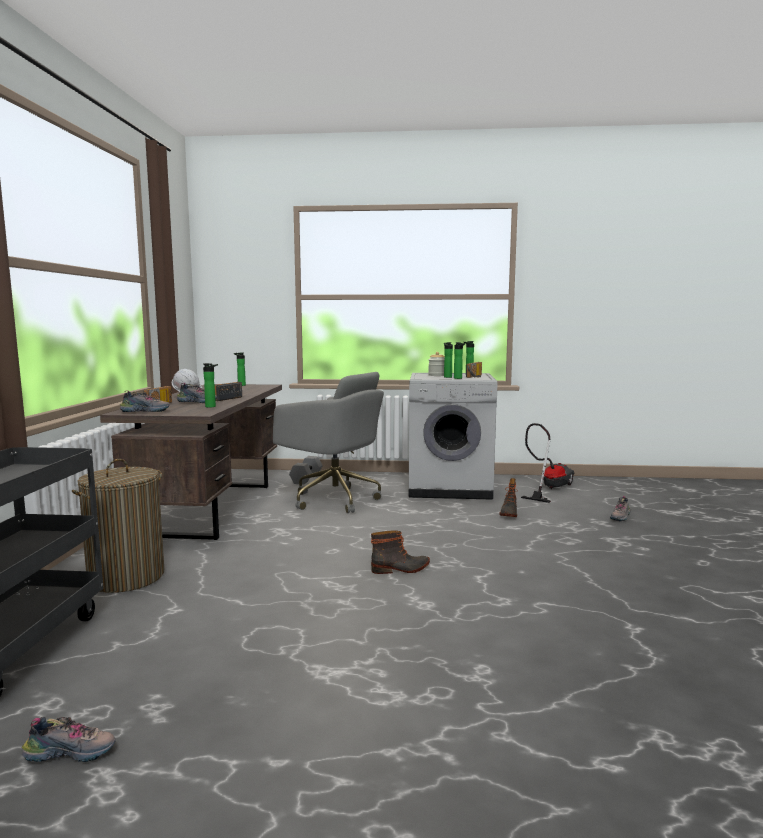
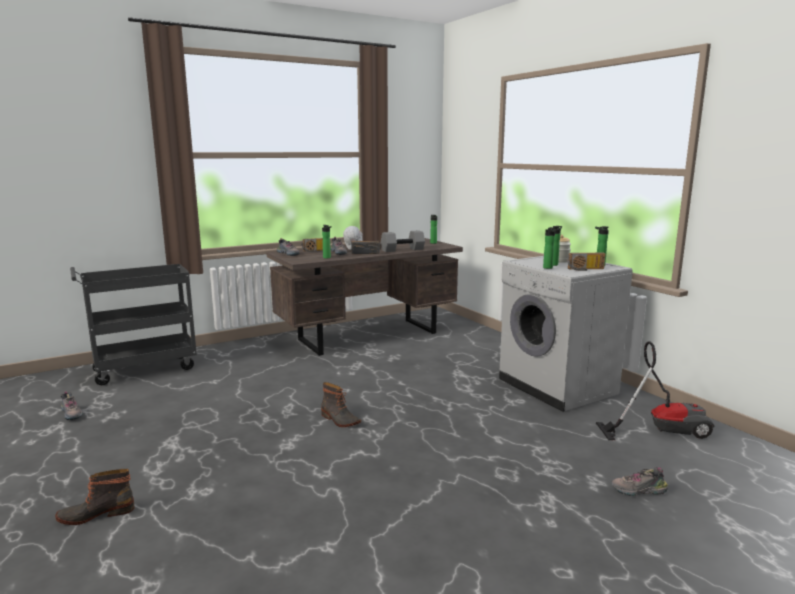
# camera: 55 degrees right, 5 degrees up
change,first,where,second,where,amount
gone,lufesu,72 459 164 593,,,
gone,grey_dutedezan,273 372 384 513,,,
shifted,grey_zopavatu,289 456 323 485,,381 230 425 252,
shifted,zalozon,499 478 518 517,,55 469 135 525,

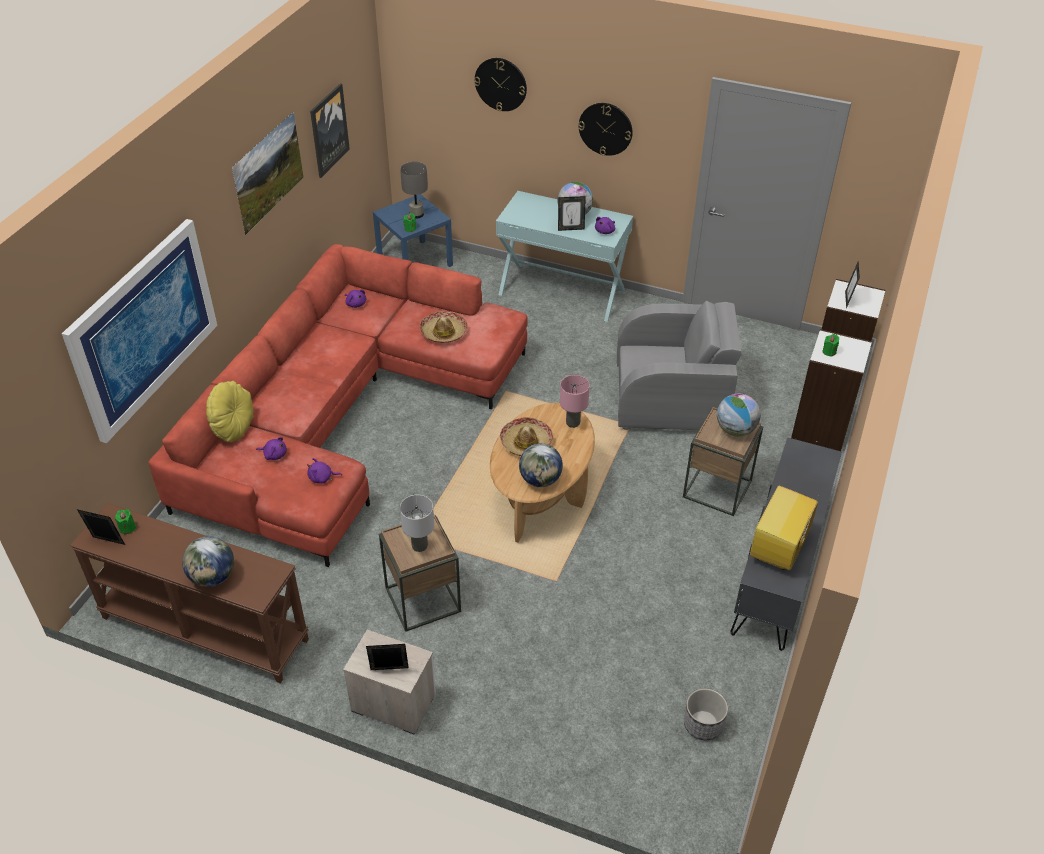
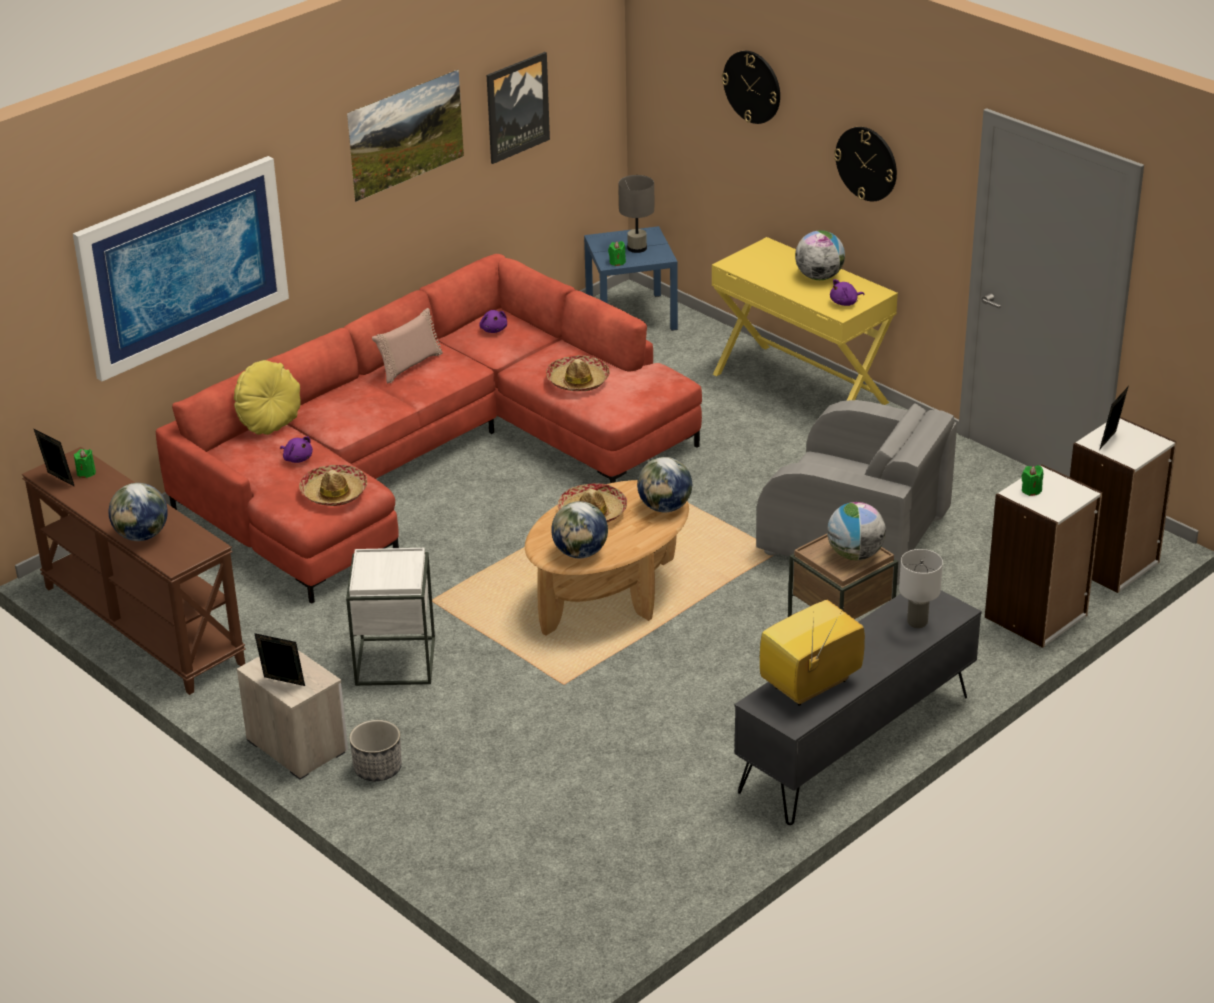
# camera: 25 degrees right, 10 degrees down
change,first,where,second,where,amount
gone,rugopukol,558 196 586 231,,,
new,,,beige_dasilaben,372 308 443 384,
shifted,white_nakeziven,400 495 434 552,,899 549 943 628,
shifted,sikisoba,684 688 728 740,,349 720 402 781,
swapped,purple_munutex,307 458 342 484,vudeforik,299 465 367 506,
swapped,pink_nakeziven,560 375 590 428,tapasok,637 457 692 512,
repainted,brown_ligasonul,379 515 461 632,white_ligasonul,346 548 435 686,
repainted,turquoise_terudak,496 191 633 322,yellow_terudak,712 237 898 405,

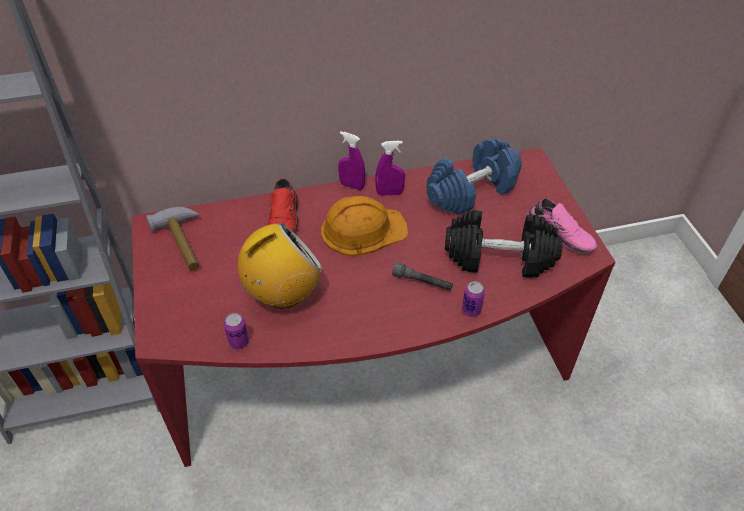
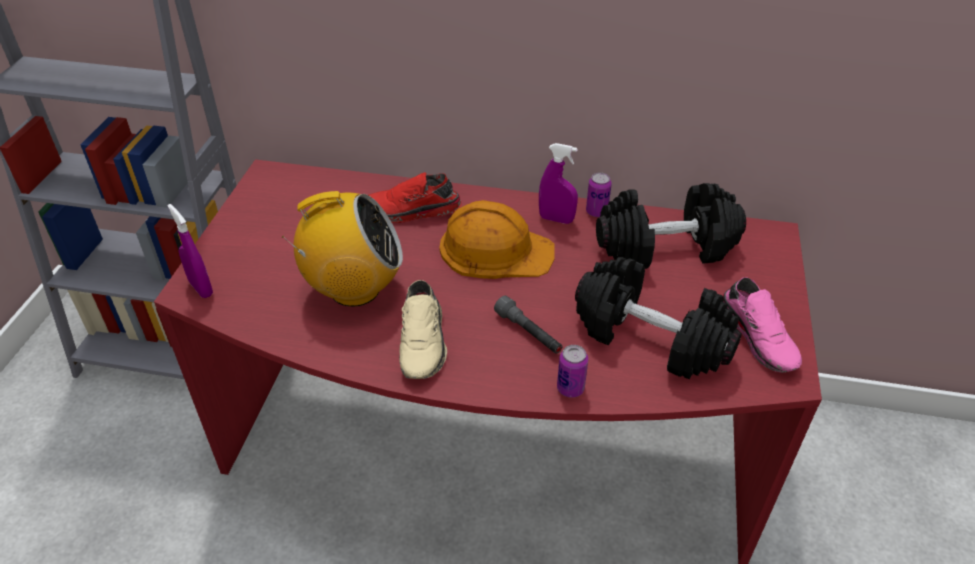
# camera: 25 degrees right, 5 degrees down
change,first,where,second,where,amount
gone,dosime,146 207 199 271,,,
new,,,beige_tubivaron,399 280 447 379,
shifted,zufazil,224 313 249 349,,586 172 612 217,
shifted,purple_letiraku,338 132 365 190,,168 204 213 298,
repainted,blue_zopavatu,426 139 522 215,black_zopavatu,596 183 746 269,
rotated,red_tubivaron,268 179 300 234,,369 172 462 223,60 degrees clockwise

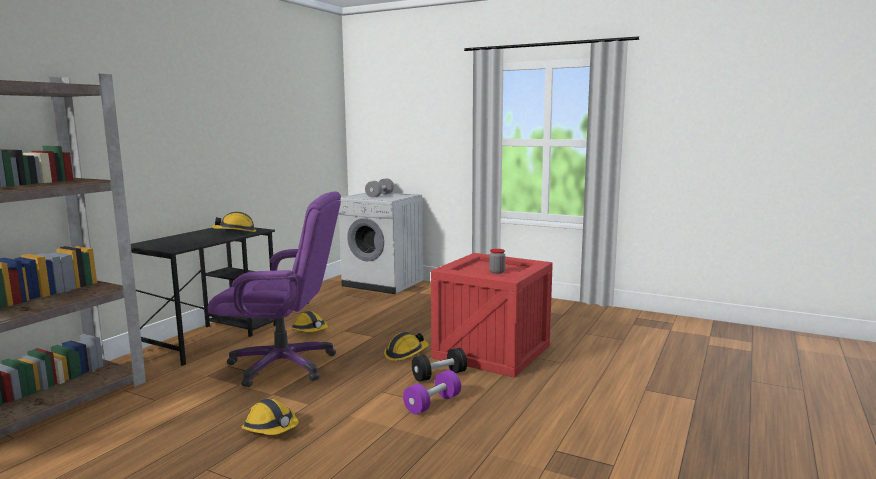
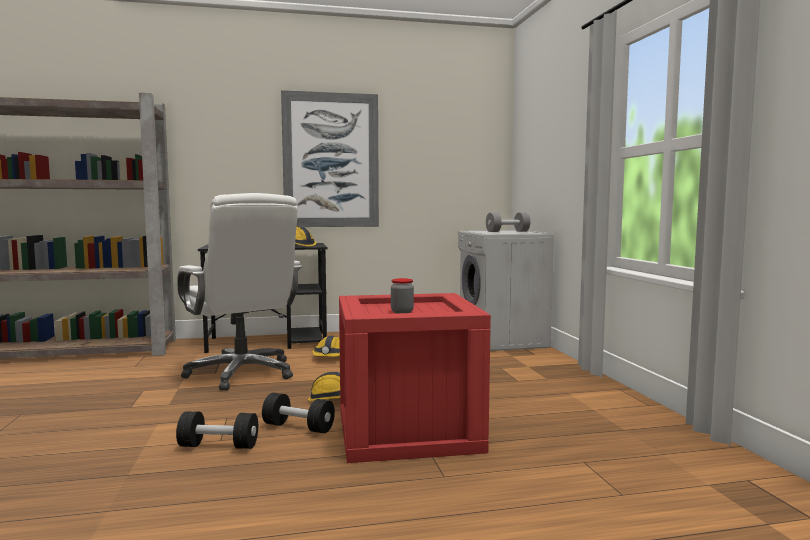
# camera: 50 degrees right, 5 degrees down
change,first,where,second,where,amount
gone,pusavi,242 399 298 435,,,
new,,,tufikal,281 90 379 227,
repainted,purple_dutedezan,207 191 341 387,white_dutedezan,177 193 303 391,
repainted,purple_zopavatu,403 370 461 415,black_zopavatu,176 411 258 449,

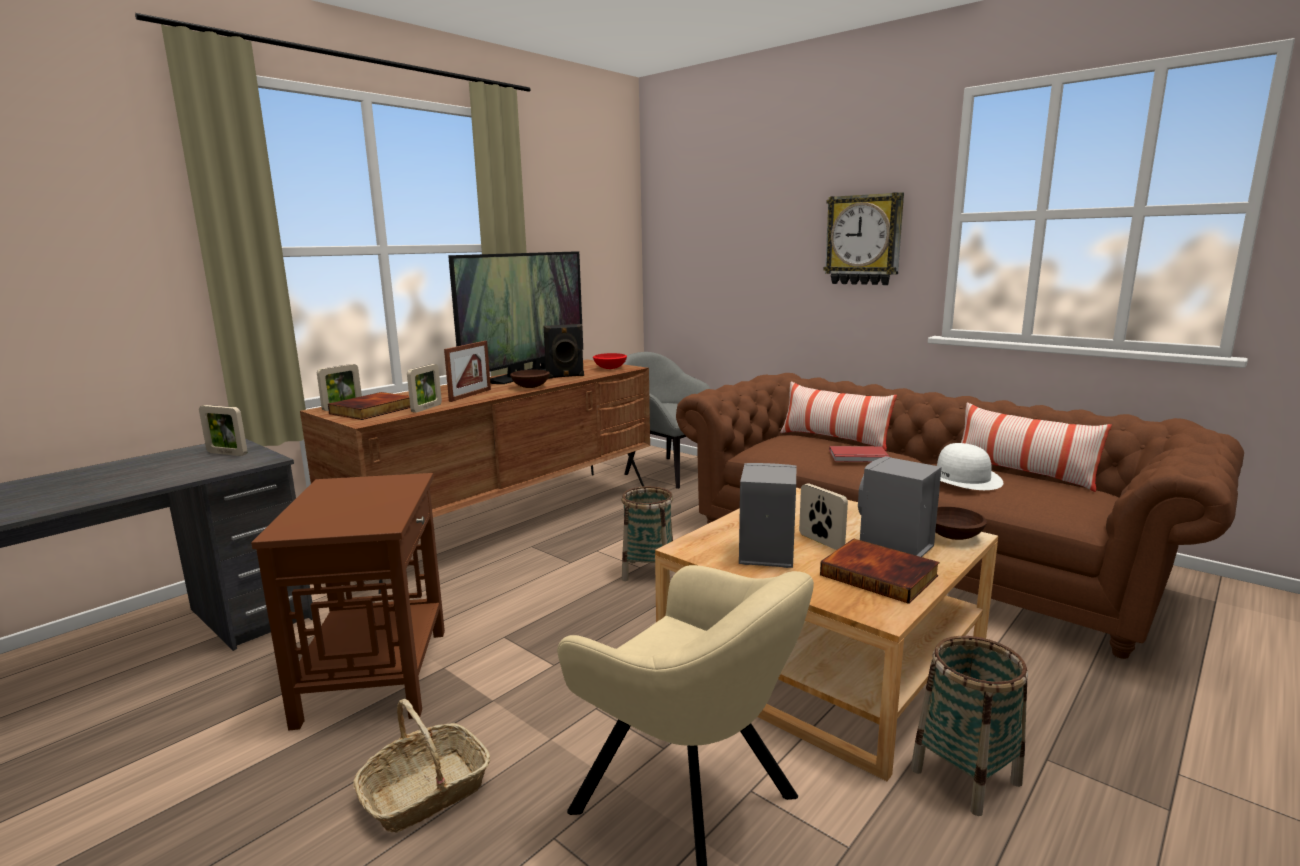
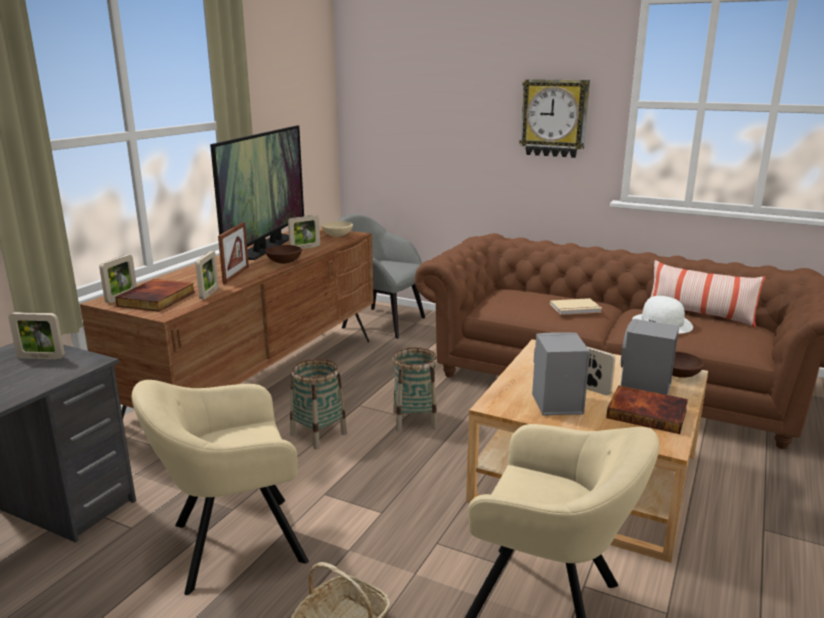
# camera: 15 degrees left, 5 degrees up
change,first,where,second,where,amount
gone,dasilaben,780 381 897 451,,,
shifted,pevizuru,911 636 1028 816,,290 359 347 449,
swapped,brown_ligasonul,251 473 445 730,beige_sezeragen,132 380 309 595,
swapped,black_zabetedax,543 324 584 379,rugopukol,288 215 320 249,
repainted,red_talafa,593 353 627 369,beige_talafa,321 221 353 237,
repainted,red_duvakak,829 446 890 462,beige_duvakak,550 298 602 315,

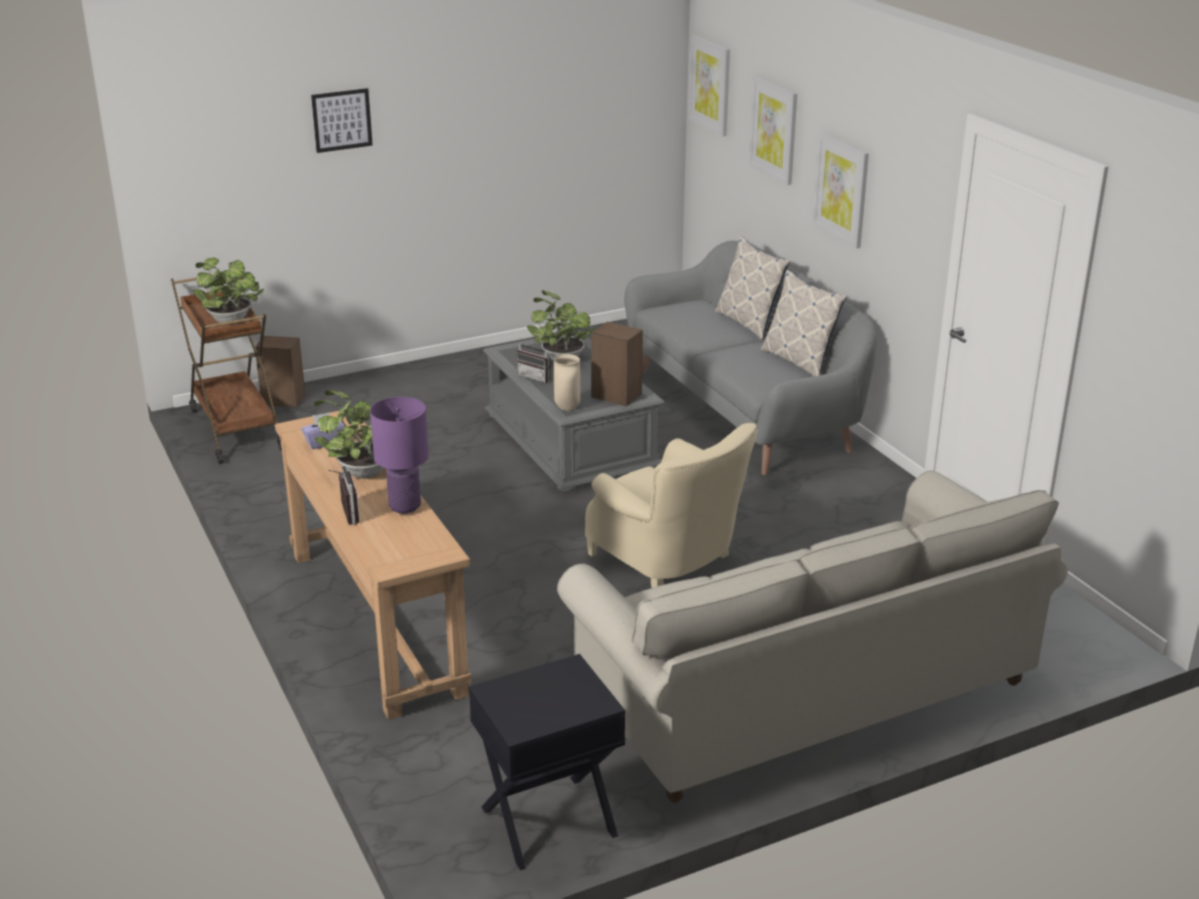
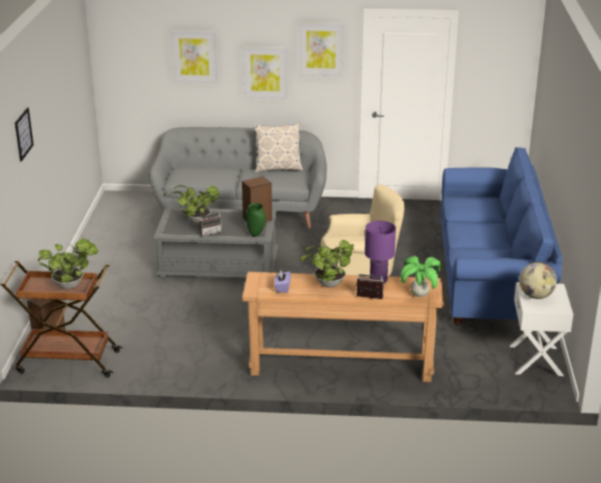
# camera: 60 degrees left, 0 degrees up
change,first,where,second,where,amount
gone,dasilaben,715 236 790 340,,,
new,,,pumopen,400 256 441 297,
new,,,tapasok,519 262 557 299,
shifted,tufikal,688 35 730 136,,299 22 343 76,
repainted,black_ligasonul,469 654 625 871,white_ligasonul,510 282 573 376,
repainted,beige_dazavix,554 354 580 411,green_dazavix,245 203 266 236,
repainted,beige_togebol,557 470 1068 803,blue_togebol,440 147 562 325,

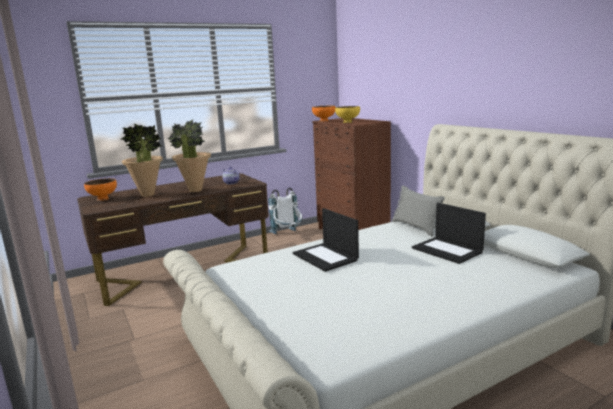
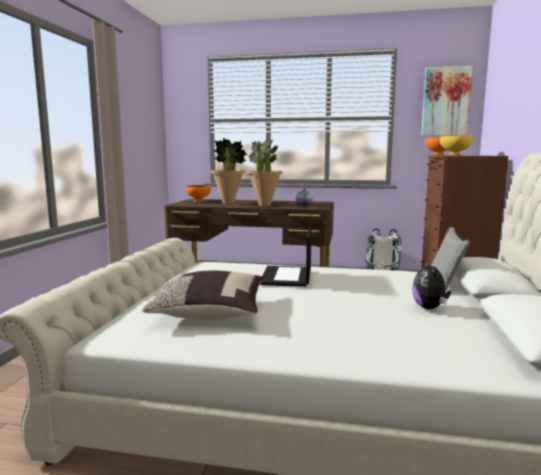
# camera: 40 degrees right, 5 degrees down
change,first,where,second,where,amount
new,,,dasilaben,142 271 264 320,
new,,,tufikal,421 66 473 136,
swapped,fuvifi,412 203 486 264,munutex,412 260 451 309,

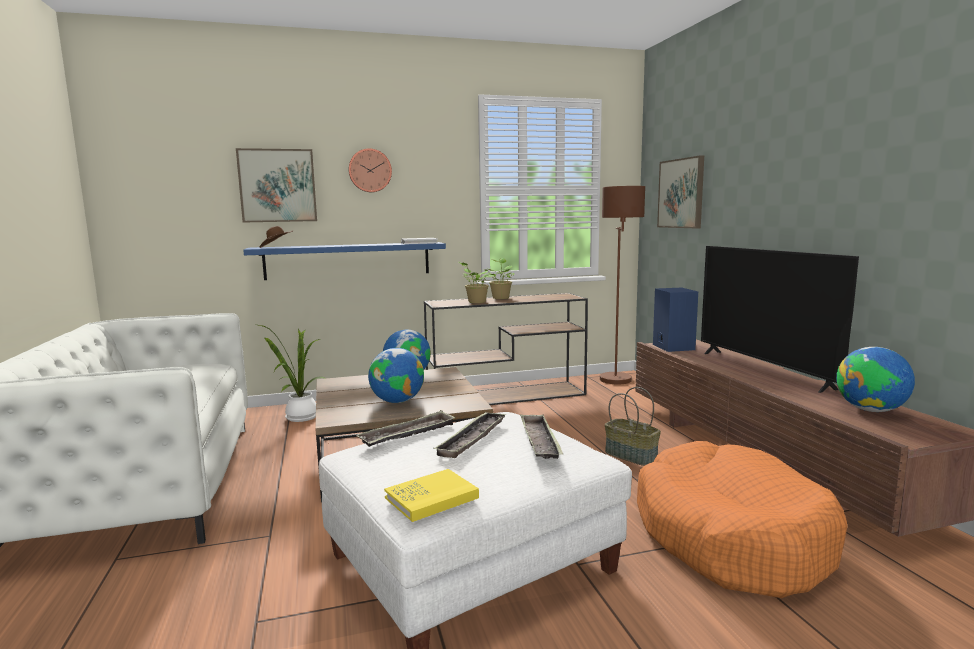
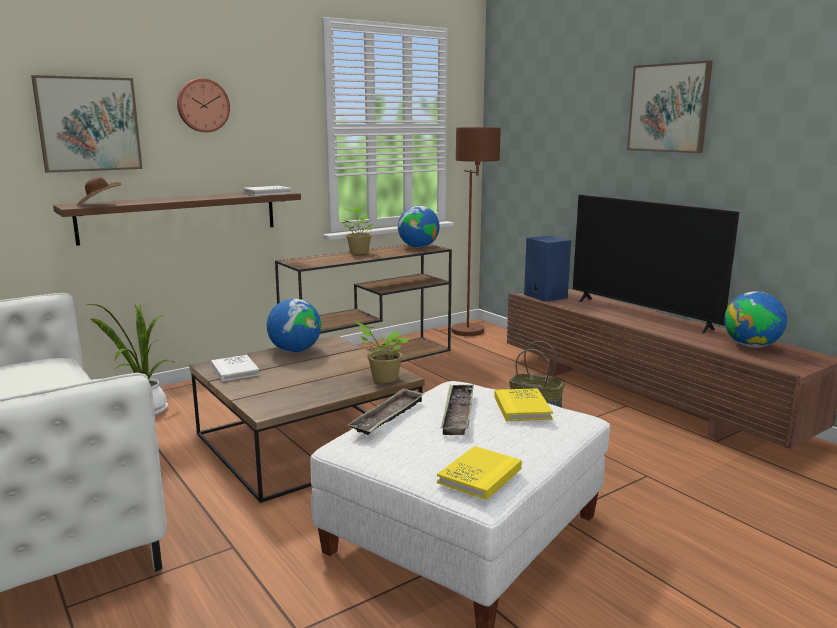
# camera: 20 degrees left, 5 degrees up
change,first,where,second,where,amount
gone,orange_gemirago,637 441 847 598,,,
new,,,white_duvakak,211 355 260 382,
shifted,tapasok,368 348 424 403,,398 206 440 248,
shifted,pumopen,459 262 494 303,,354 321 409 383,
shifted,tufikal,657 155 704 228,,627 60 713 153,
swapped,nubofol,520 414 563 459,yellow_duvakak,494 388 553 421,
repainted,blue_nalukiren,243 242 446 280,brown_nalukiren,53 192 301 246,

